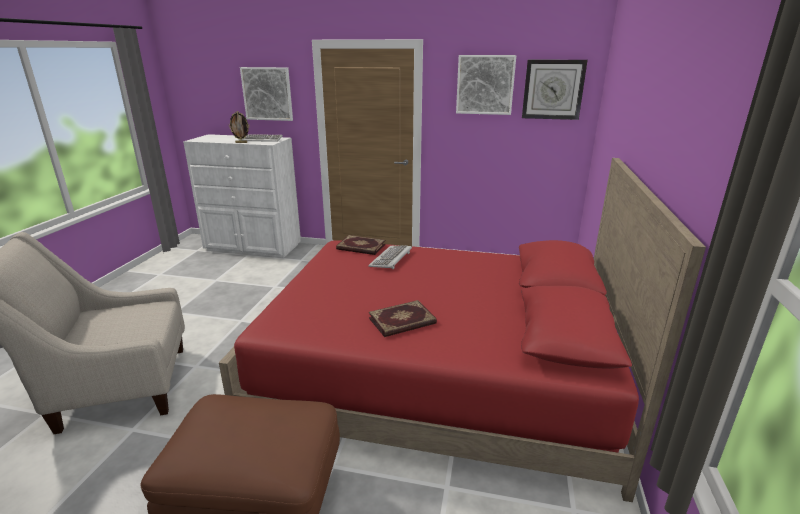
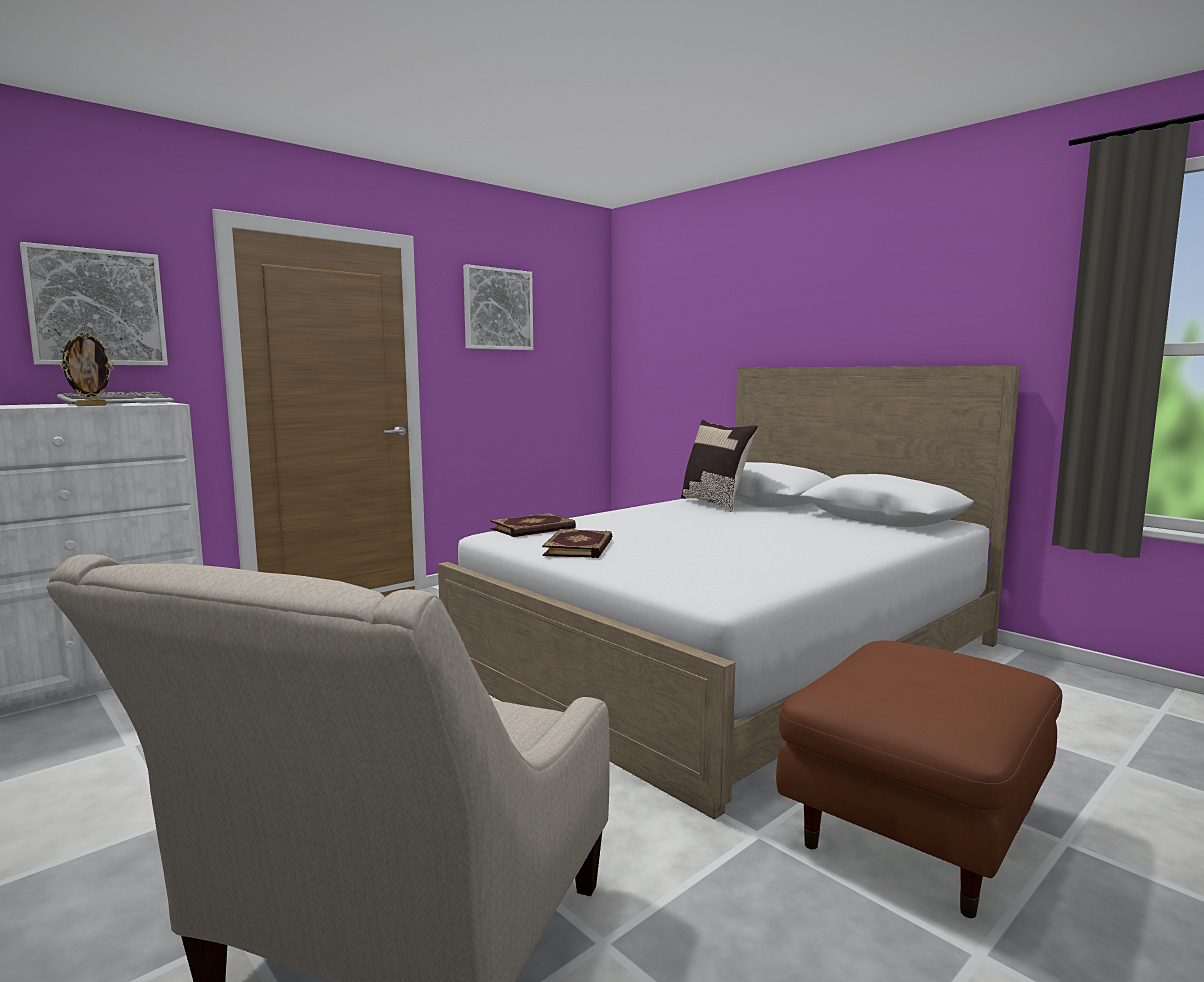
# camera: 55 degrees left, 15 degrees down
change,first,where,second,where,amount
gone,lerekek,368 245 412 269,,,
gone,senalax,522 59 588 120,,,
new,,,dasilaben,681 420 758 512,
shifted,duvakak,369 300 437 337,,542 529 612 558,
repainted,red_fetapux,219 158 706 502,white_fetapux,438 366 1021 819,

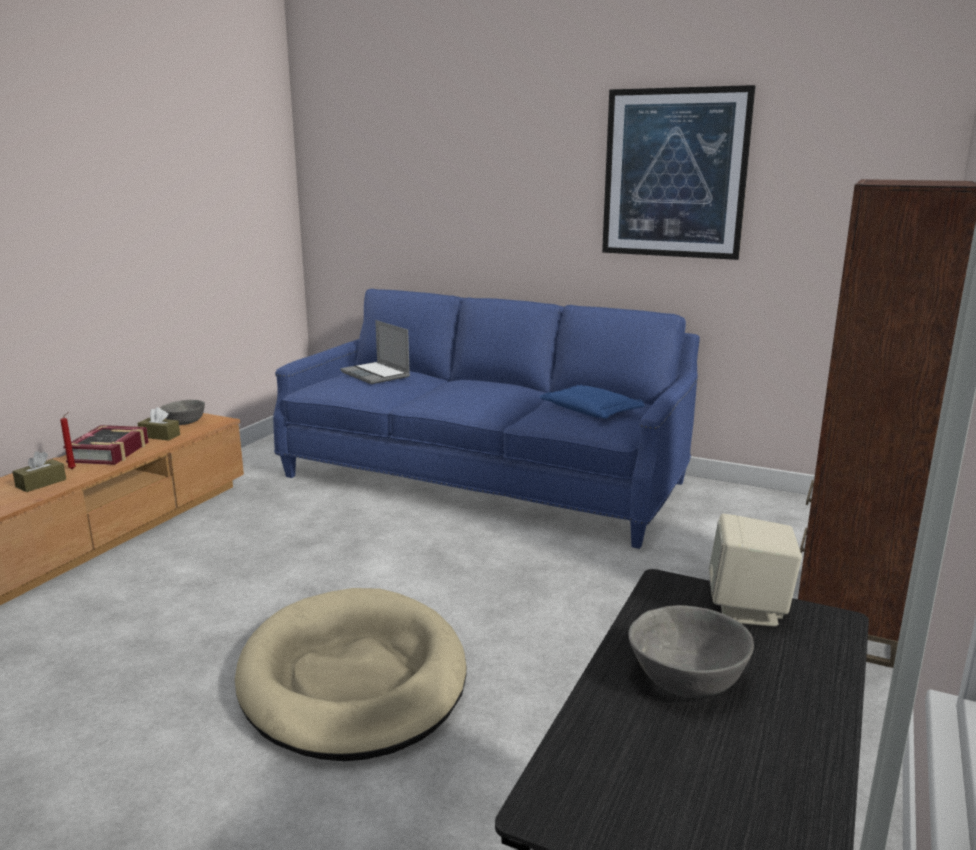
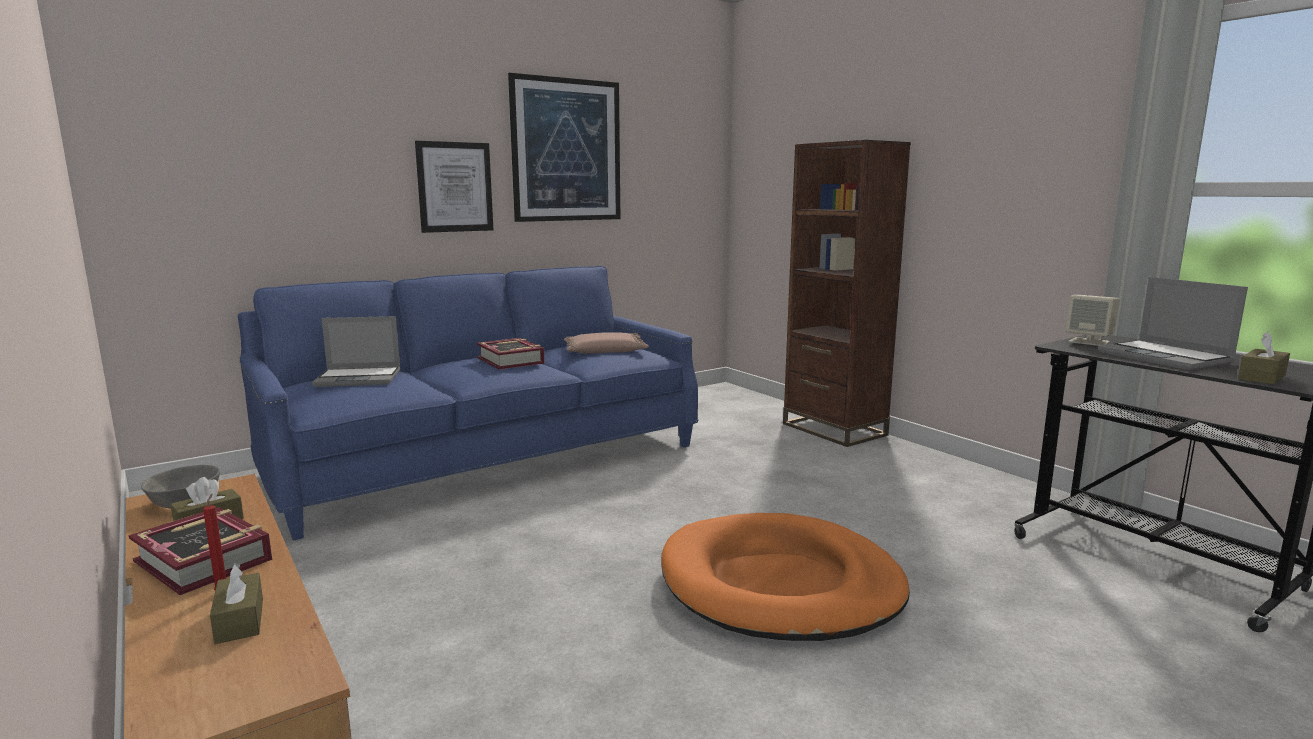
# camera: 60 degrees left, 5 degrees down
change,first,where,second,where,amount
new,,,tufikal,415 141 493 233,
new,,,duvakak,477 338 545 370,
new,,,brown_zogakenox,1238 332 1290 384,
swapped,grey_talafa,628 605 754 698,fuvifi,1098 277 1248 370,
repainted,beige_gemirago,235 588 467 761,orange_gemirago,661 513 910 641,
repainted,blue_dasilaben,540 385 645 419,beige_dasilaben,564 332 649 354,

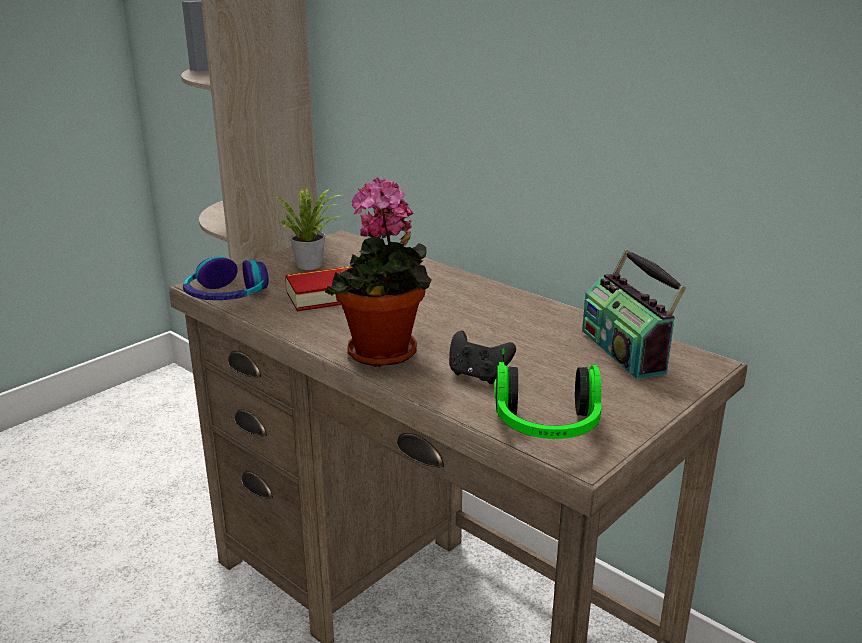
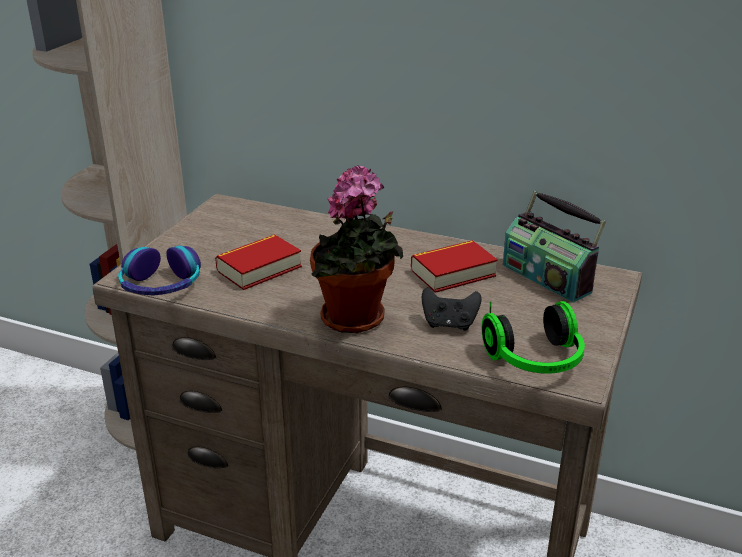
# camera: 20 degrees left, 5 degrees up
change,first,where,second,where,amount
gone,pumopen,273 186 341 270,,,
new,,,duvakak,411 240 498 293,

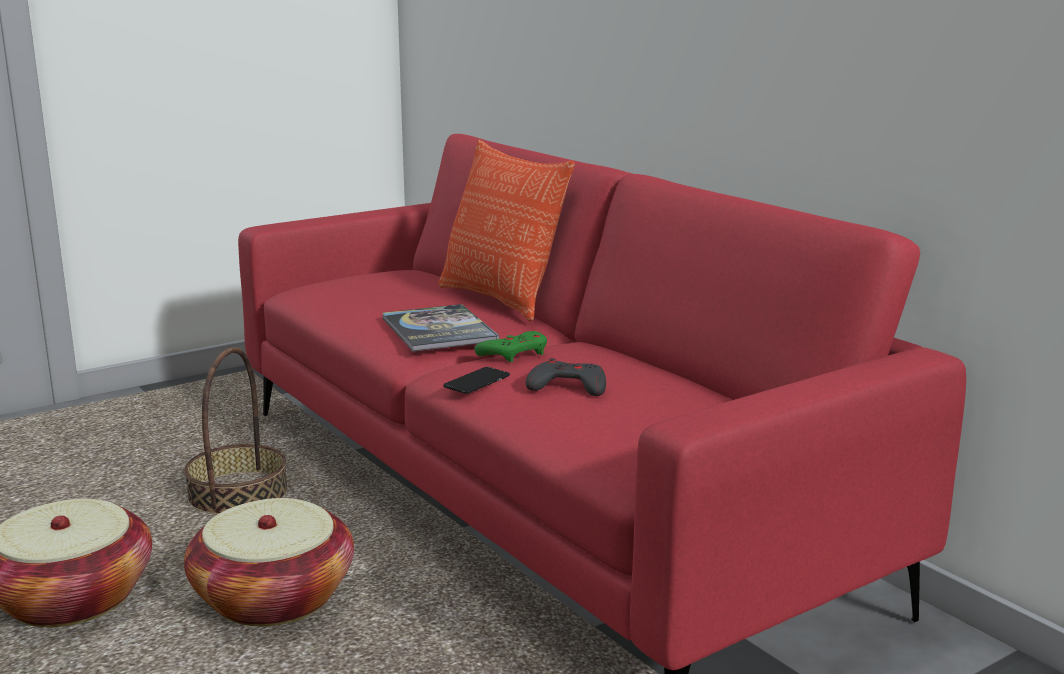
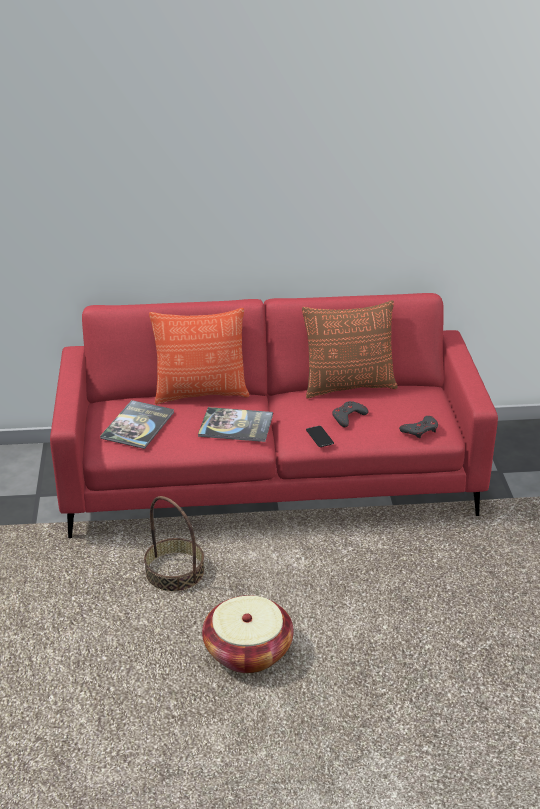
# camera: 60 degrees left, 15 degrees up
change,first,where,second,where,amount
gone,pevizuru,184 498 354 626,,,
gone,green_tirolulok,474 331 547 362,,,
new,,,duvakak,100 400 174 449,
new,,,brown_dasilaben,302 300 398 399,
new,,,grey_tirolulok,399 416 438 439,

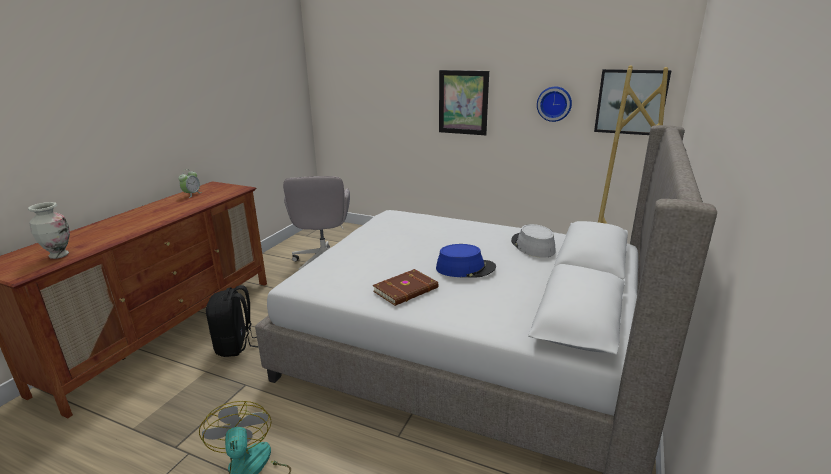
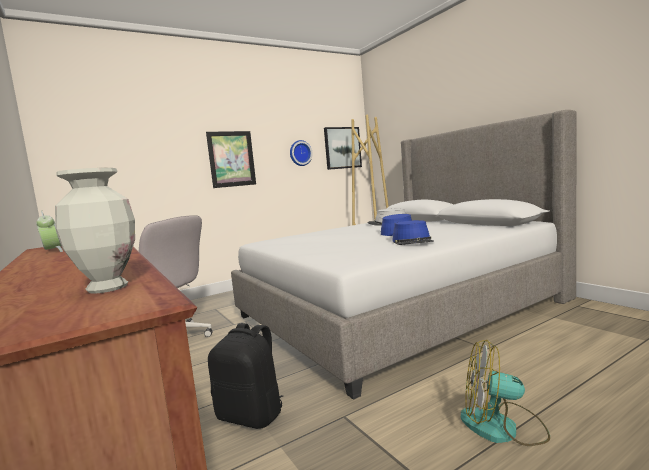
# camera: 55 degrees left, 15 degrees down
change,first,where,second,where,amount
swapped,brown_duvakak,373 269 439 306,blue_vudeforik,392 220 434 245,

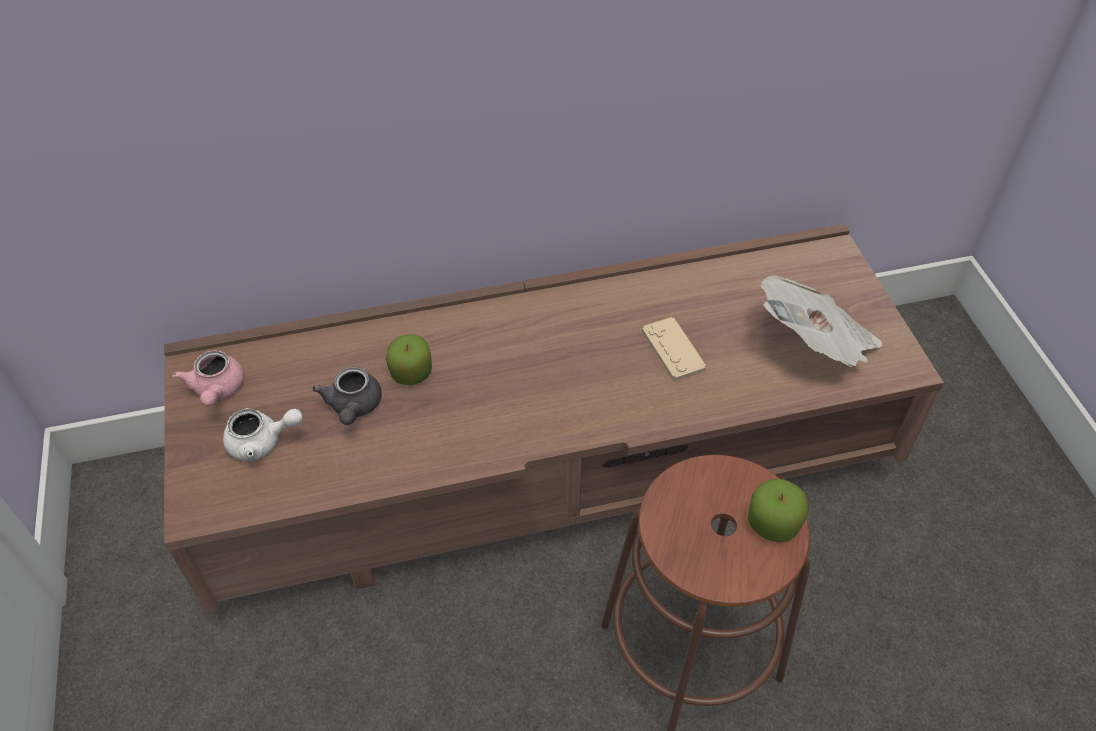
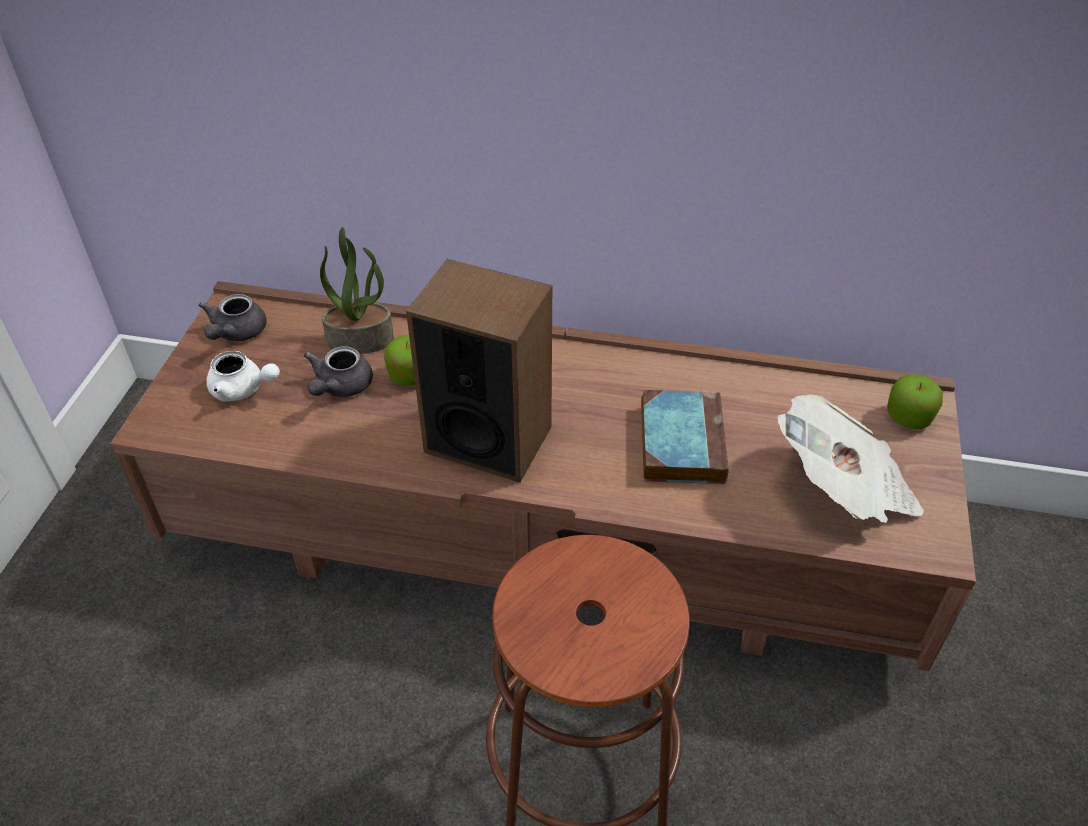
# camera: 25 degrees right, 5 degrees down
change,first,where,second,where,amount
new,,,pumopen,320 227 394 354,
new,,,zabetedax,406 259 552 483,
shifted,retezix,748 479 808 542,,887 375 943 429,
swapped,beige_tirolulok,642 317 706 381,duvakak,641 390 729 484,
repainted,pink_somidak,173 350 244 406,grey_somidak,198 294 267 341,

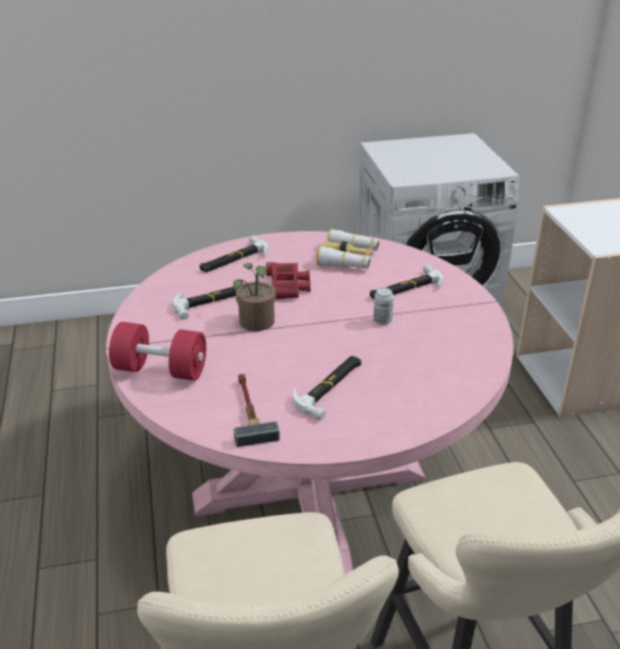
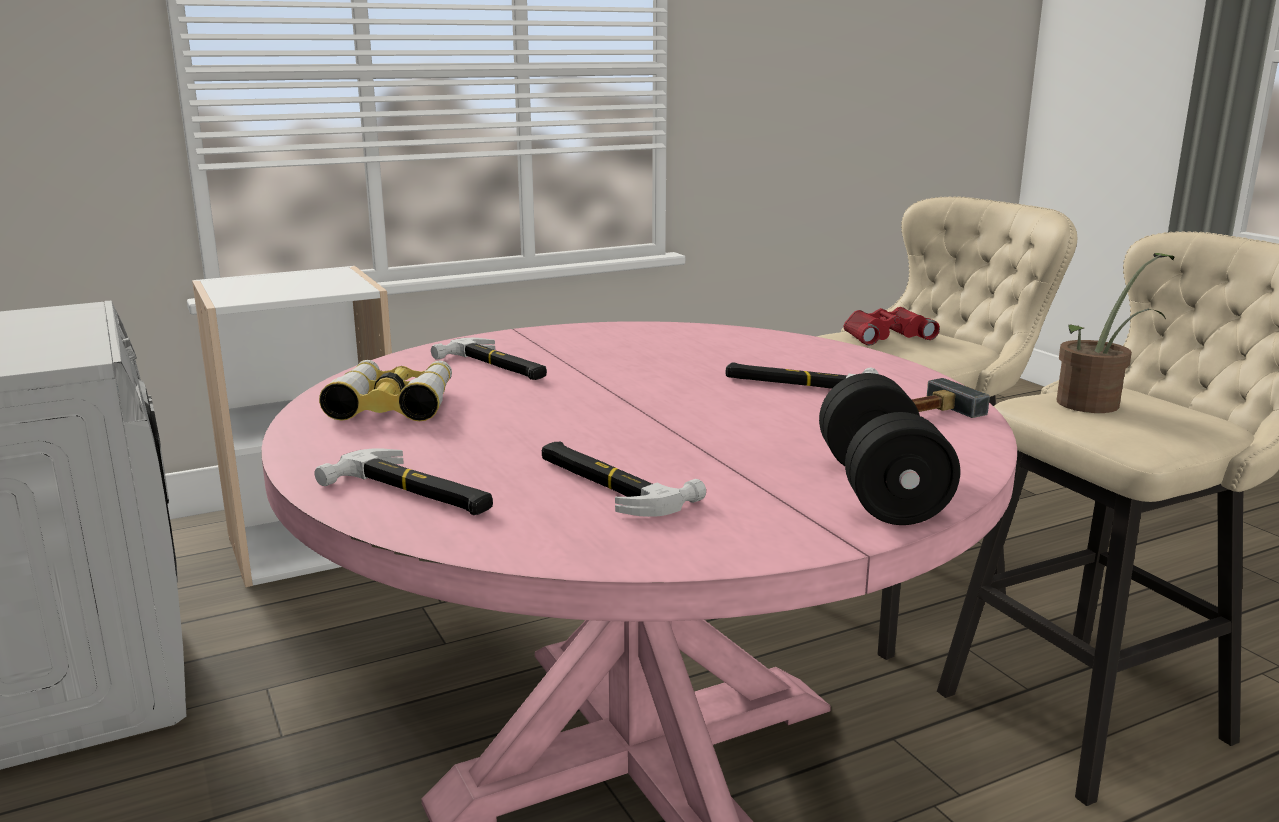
# camera: 105 degrees left, 15 degrees down
change,first,where,second,where,amount
gone,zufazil,373 287 394 325,,,
shifted,pumopen,233 263 276 331,,1057 253 1174 413,
shifted,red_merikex,266 262 311 299,,844 307 940 345,
repainted,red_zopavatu,109 322 206 381,black_zopavatu,819 373 960 525,

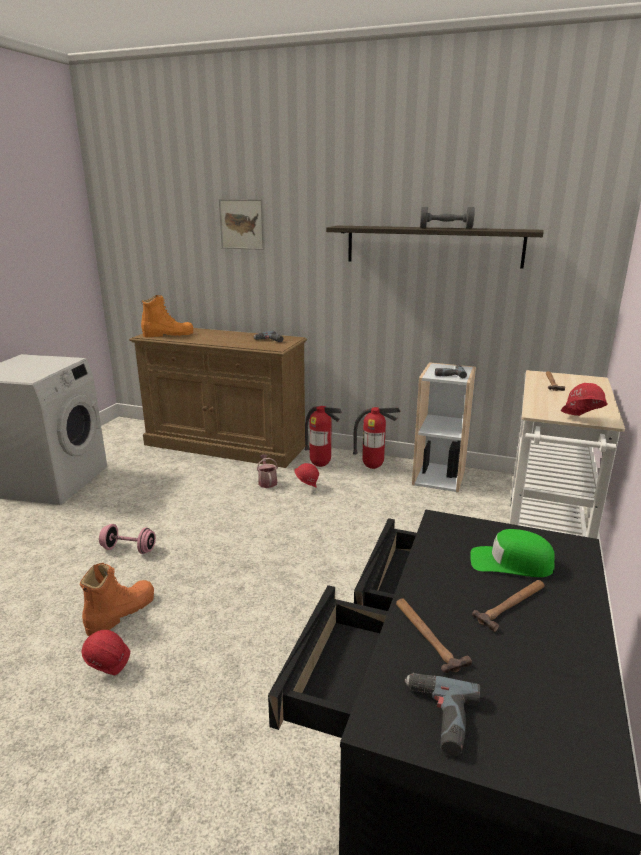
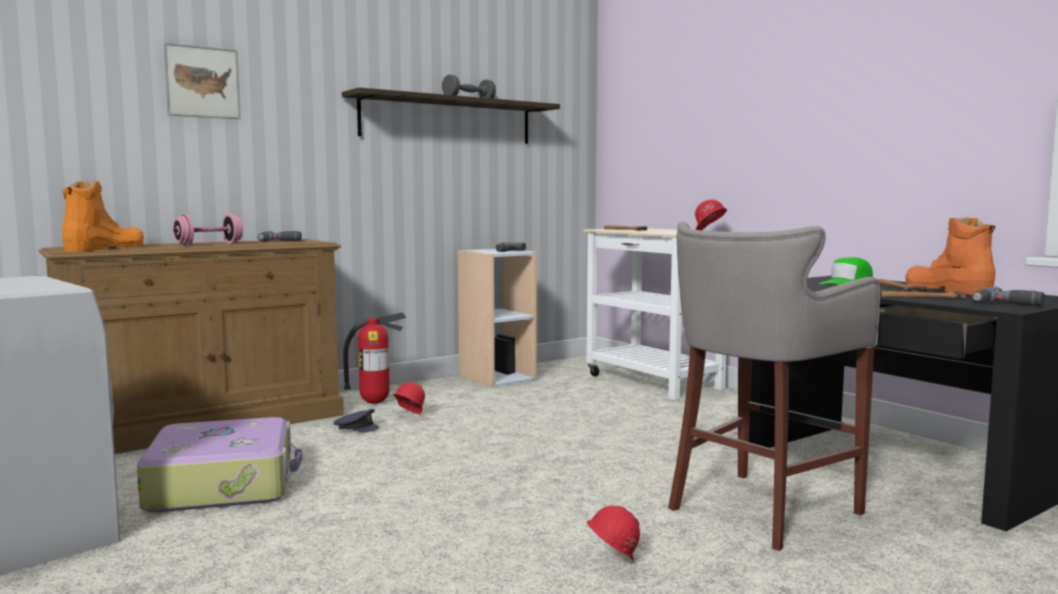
# camera: 55 degrees left, 15 degrees down
change,first,where,second,where,amount
gone,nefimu,353 407 401 469,,,
new,,,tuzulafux,137 417 303 513,
new,,,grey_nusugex,668 222 880 551,
shifted,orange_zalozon,80 563 154 636,,905 218 995 295,
shifted,pink_zopavatu,99 524 156 554,,173 213 243 246,
swapped,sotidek,257 454 278 488,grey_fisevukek,334 409 379 432,

